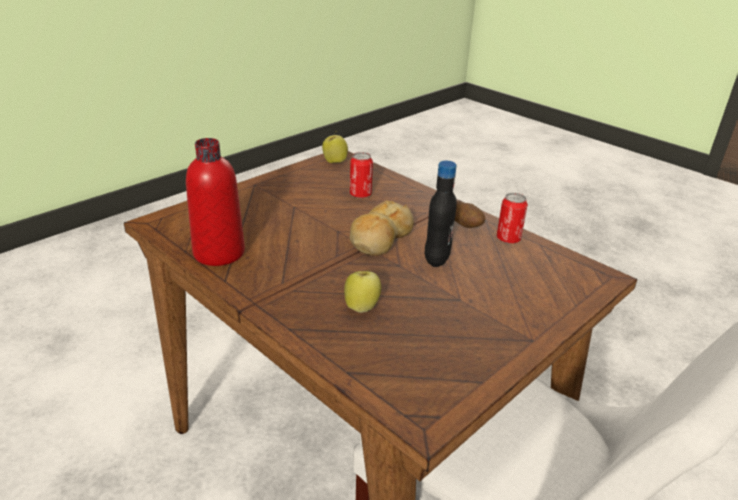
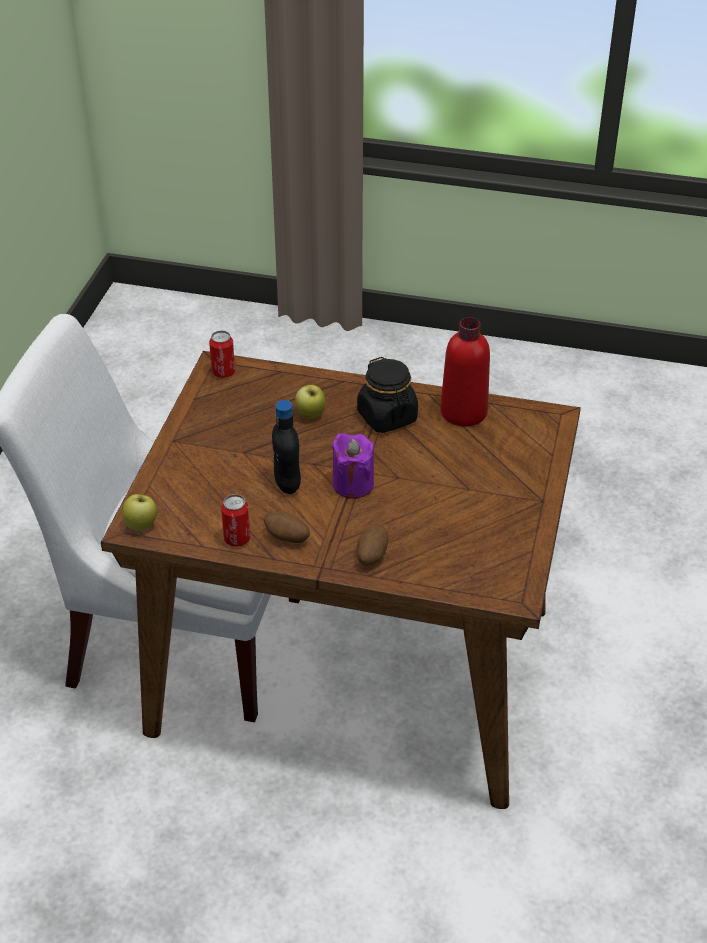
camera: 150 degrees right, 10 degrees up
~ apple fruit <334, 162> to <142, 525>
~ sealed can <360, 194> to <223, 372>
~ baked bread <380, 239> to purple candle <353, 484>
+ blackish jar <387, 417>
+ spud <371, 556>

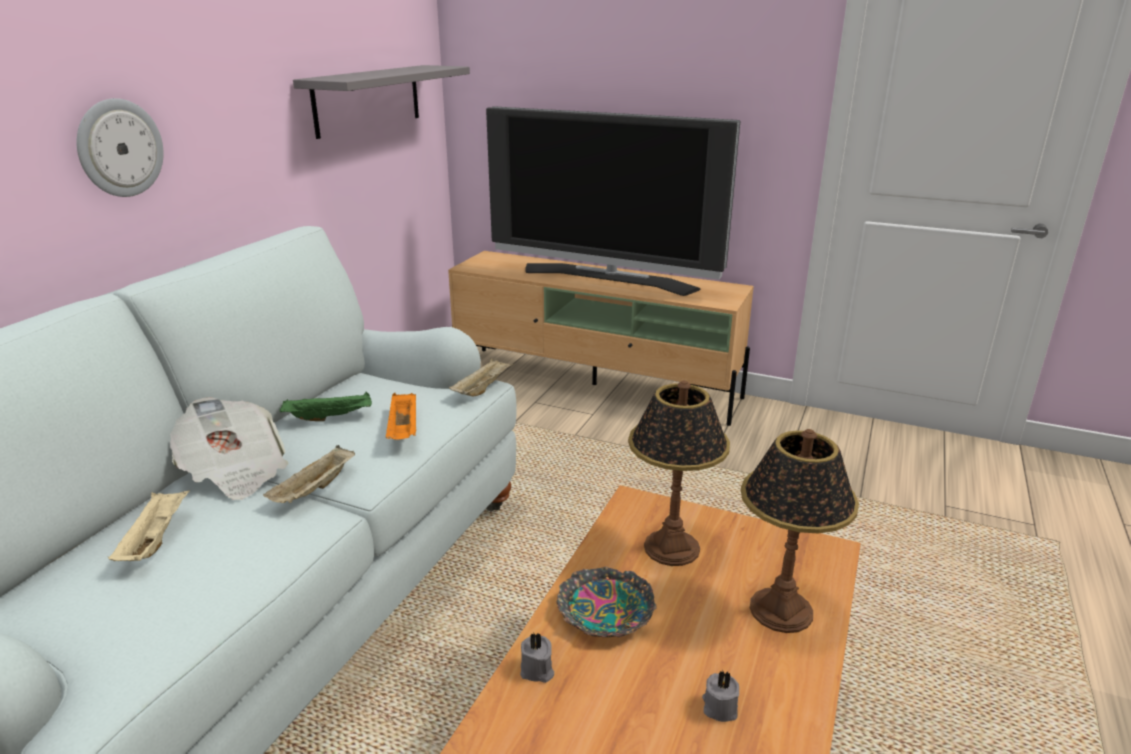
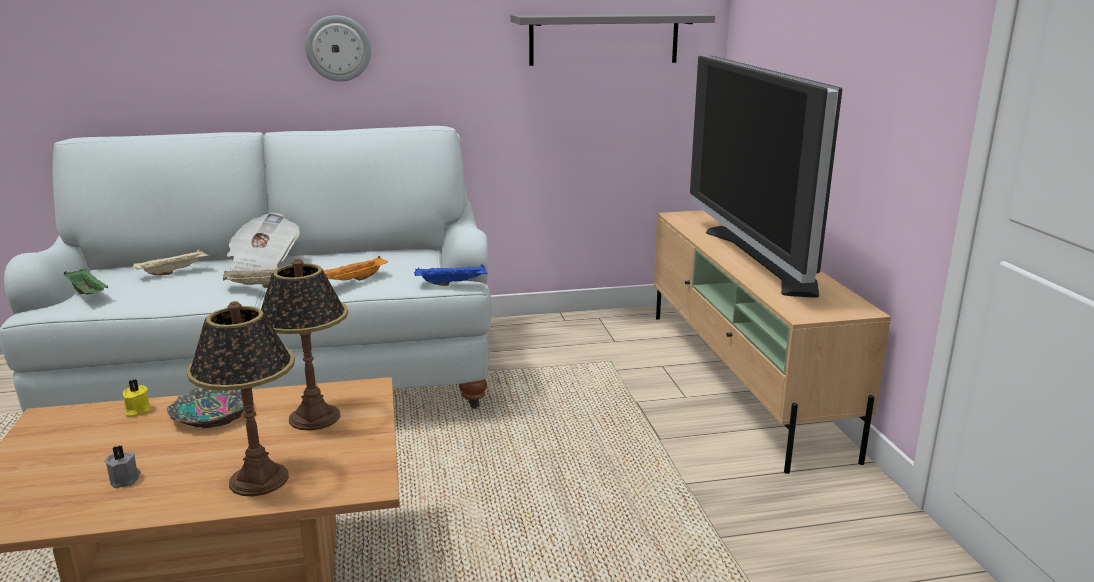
camera: 55 degrees right, 5 degrees down
~ greenish tray <330, 417> to <88, 294>
~ beige tray <482, 388> to blue tray <452, 283>
~ gray candle <537, 671> to yellow candle <137, 410>

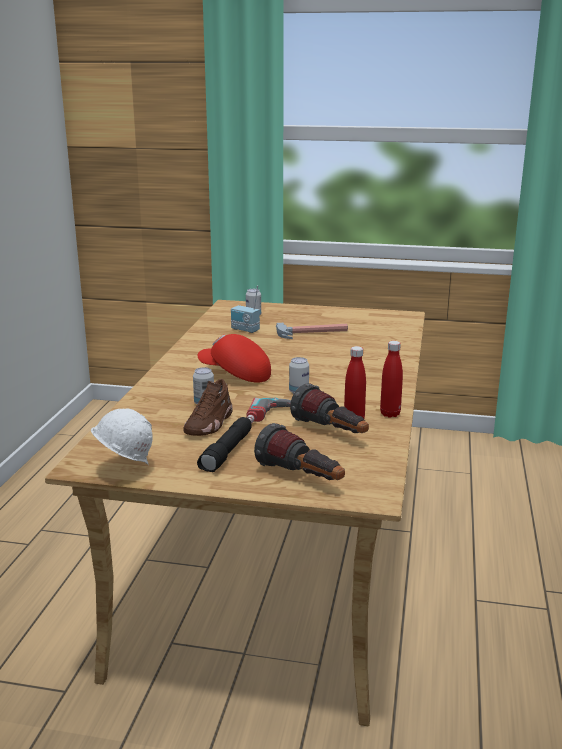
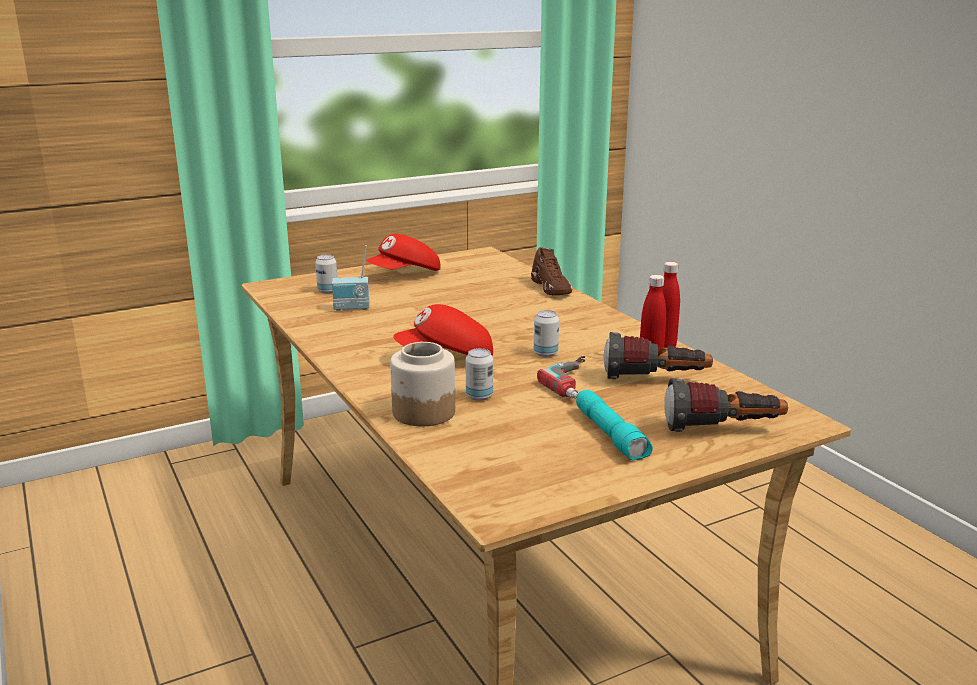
camera: 40 degrees left, 0 degrees up
- white work helmet <124, 469>
~ brown low shoe <209, 424> to <551, 287>
~ blackish hand torch <227, 453> to turquoise hand torch <611, 435>
- tool hammer <312, 333>
+ red-coloured peaked cap <405, 275>
+ jar <423, 412>

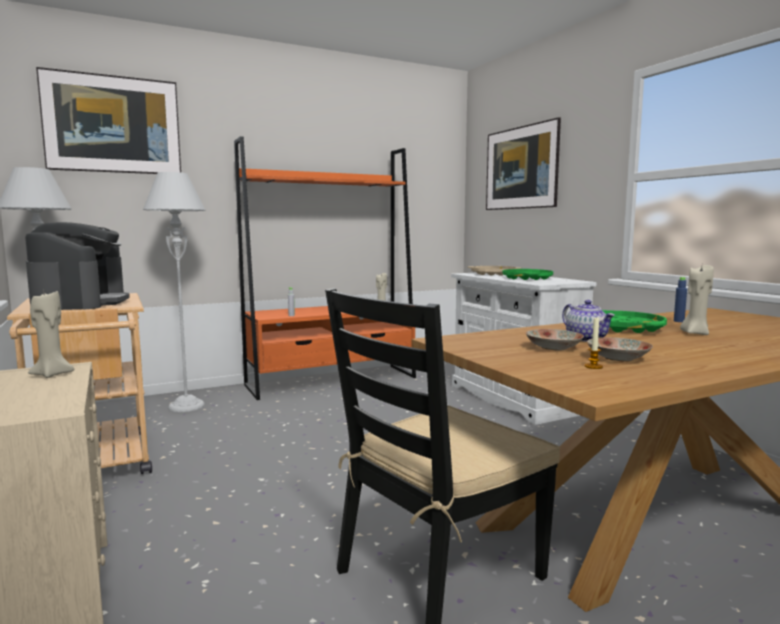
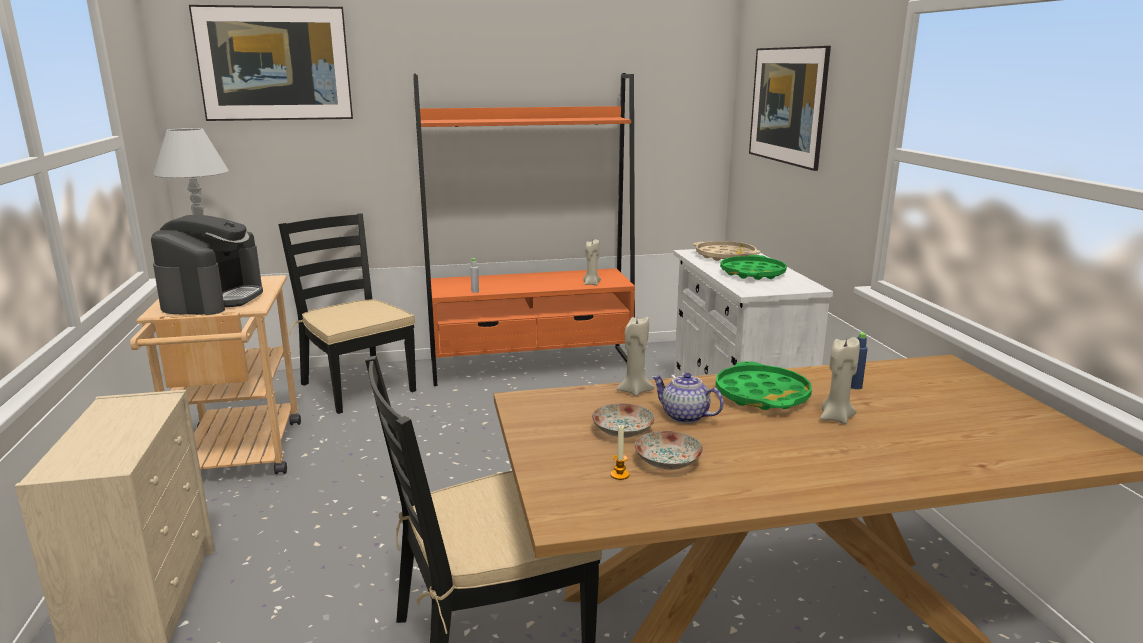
camera: 15 degrees right, 10 degrees up
~ beige candle <52, 374> to <634, 391>
~ gray floor lamp <186, 406> to blackish chair <357, 387>
~ pot for tea <586, 339> = <684, 416> 135 degrees clockwise

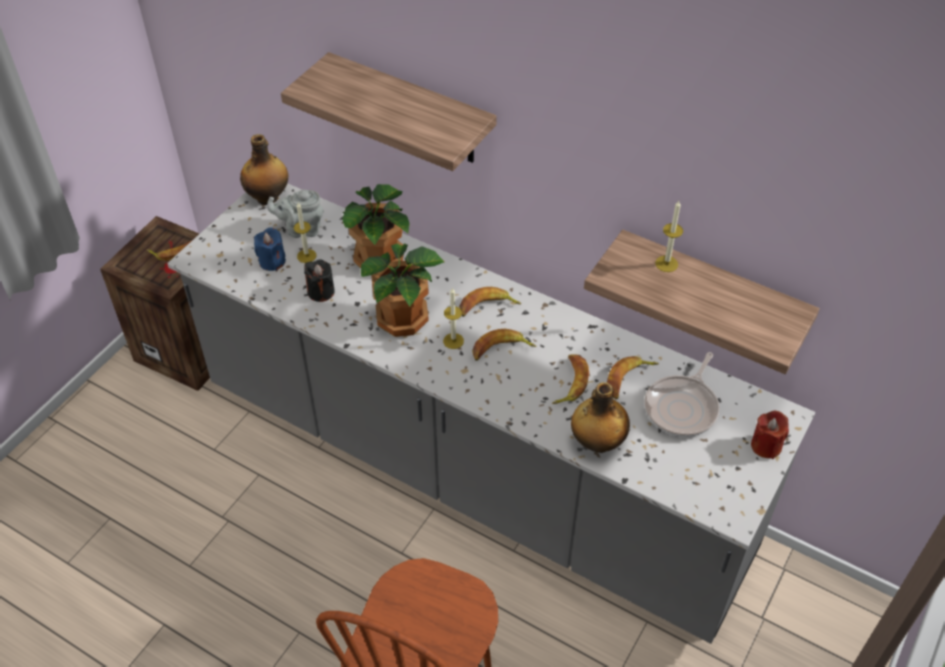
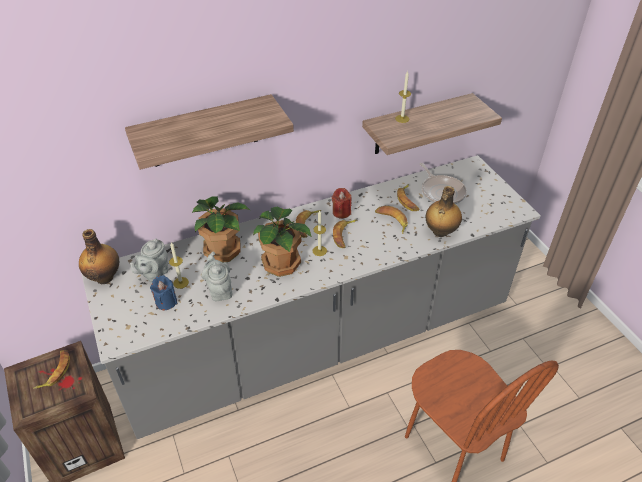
camera: 55 degrees left, 5 degrees down
~ blackish candle <321, 292> to gray pot for tea <219, 290>
~ red-coloured candle <766, 446> to <341, 212>

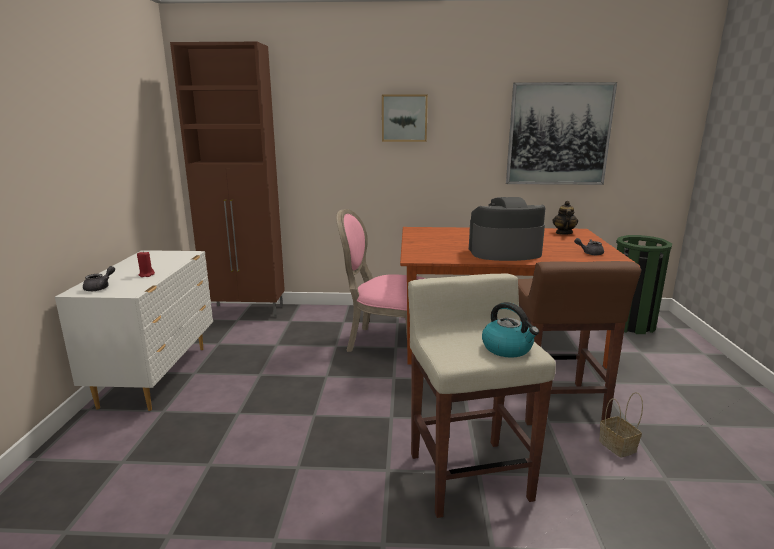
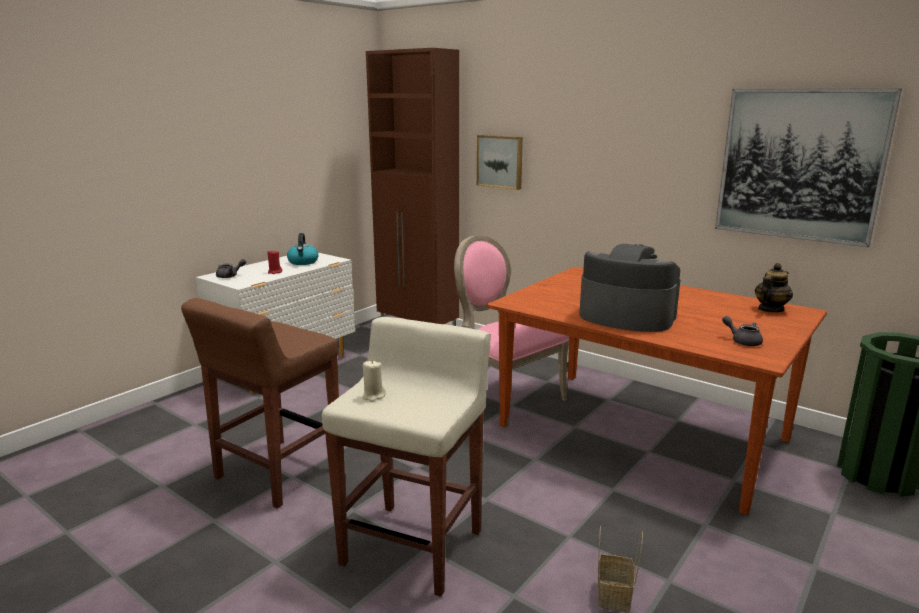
camera: 35 degrees right, 0 degrees up
~ wall picture <404, 118> to <500, 161>
~ tea kettle <508, 348> to <303, 262>
~ brown stool seat <555, 404> to <276, 473>
+ beige candle <373, 396>

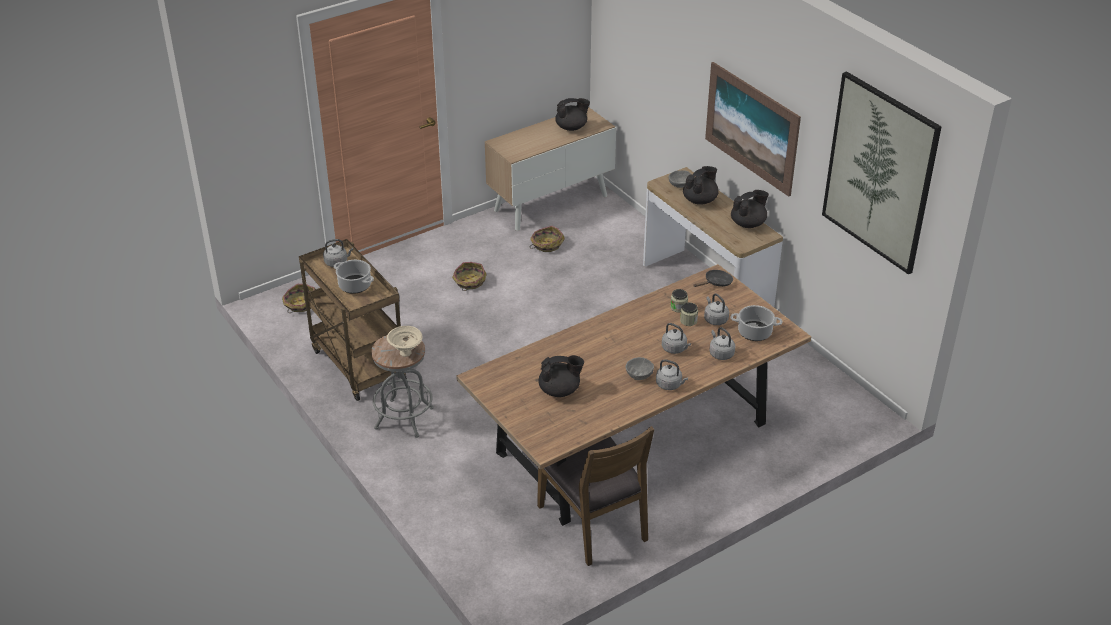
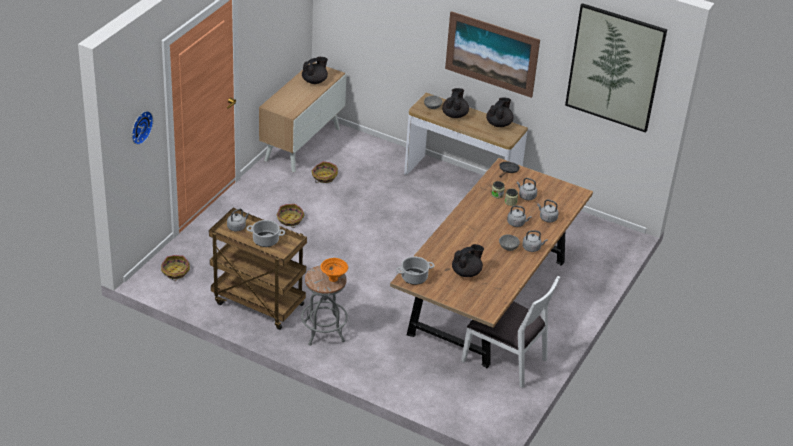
camera: 30 degrees left, 0 degrees up
~ beige deep dish <406, 353> to orange-coloured deep dish <334, 279>
~ brown chair <594, 522> to white chair <505, 359>
~ stockpot <754, 332> to <414, 278>
+ clock on the wall <140, 126>

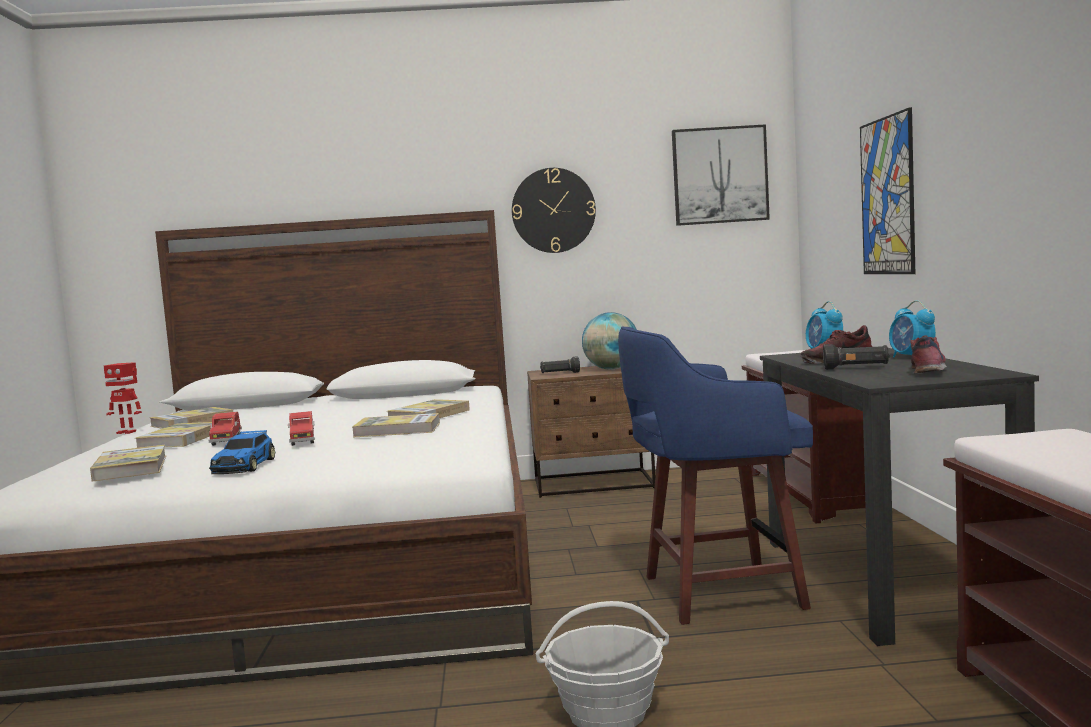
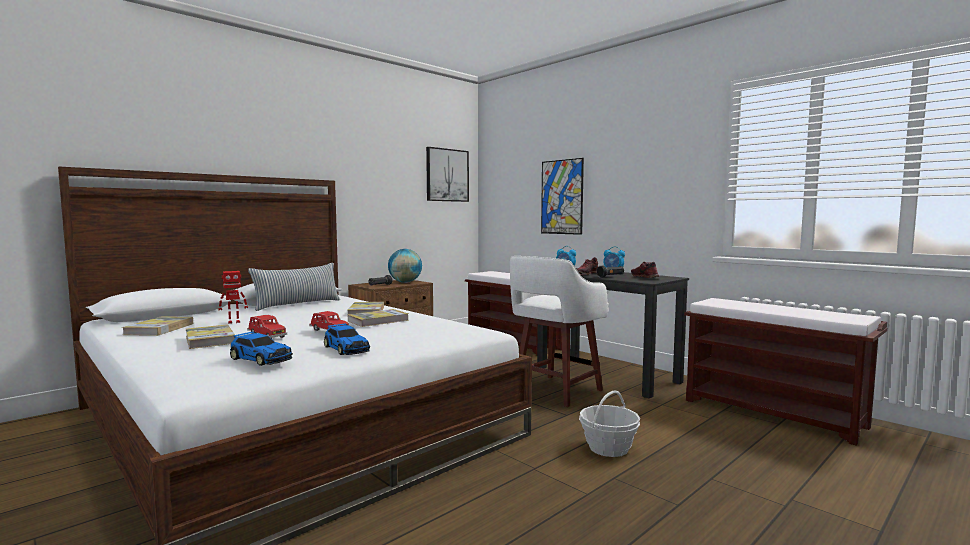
camera: 40 degrees left, 0 degrees up
~ book <131, 468> to model car <260, 359>
~ toy robot <127, 432> to <234, 322>
- clock on the wall <553, 210>
~ blue stool seat <716, 593> to white stool seat <555, 391>
+ cushion <297, 304>

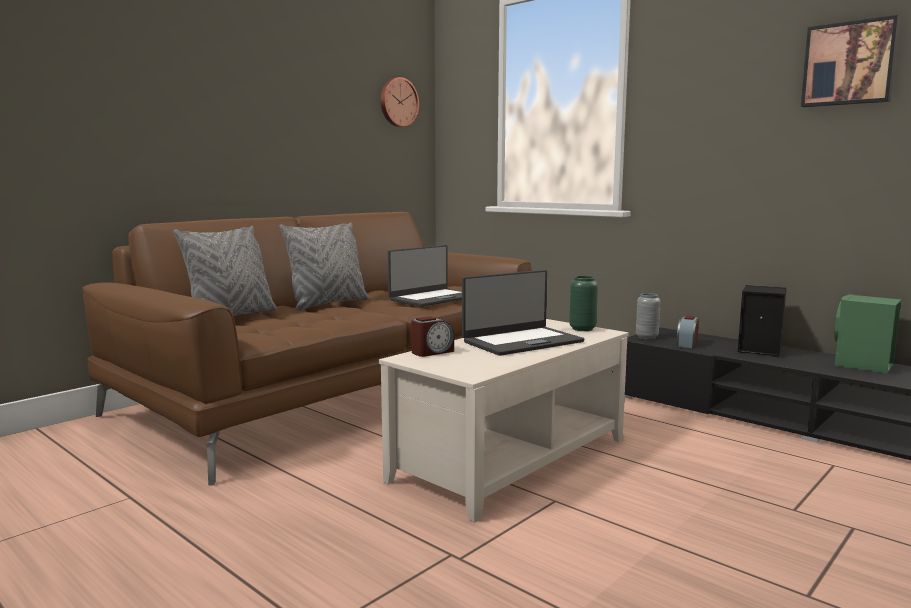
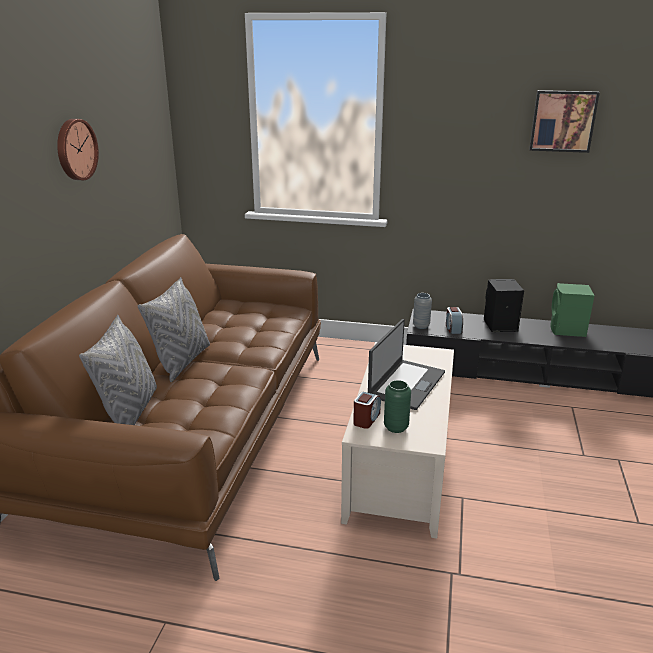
camera: 30 degrees left, 15 degrees up
~ clock on the wall <398, 102> to <75, 149>
- laptop <433, 298>
~ greenish vase <582, 329> to <396, 427>

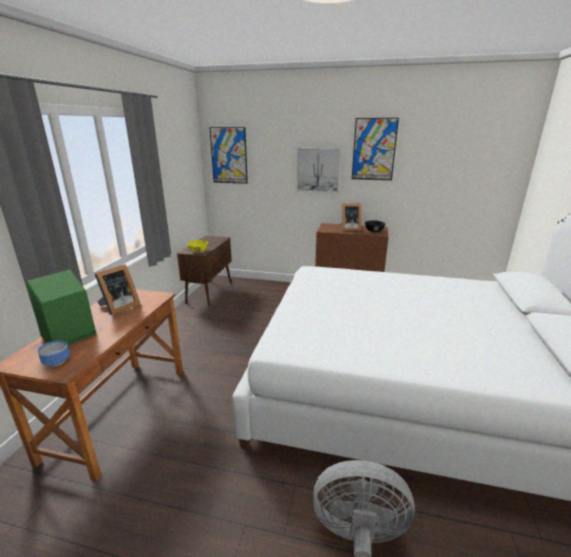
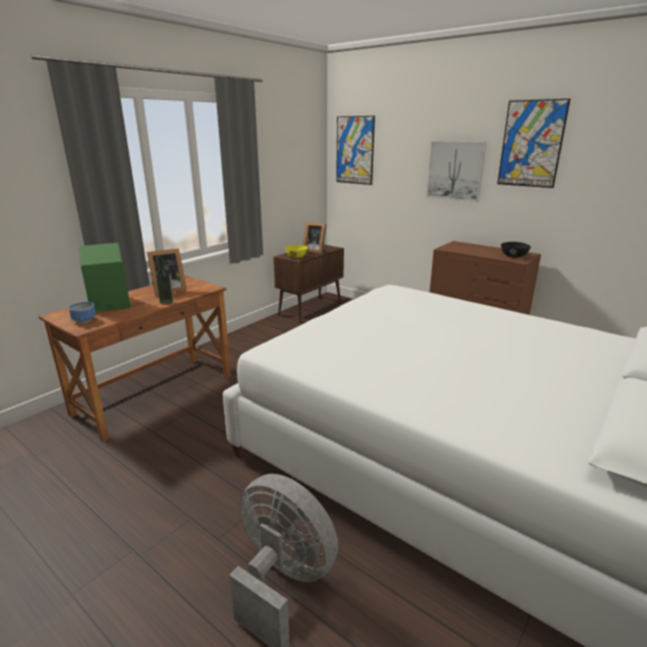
camera: 25 degrees right, 0 degrees up
~ photo frame <349, 229> to <314, 251>
+ drink bottle <166, 302>

